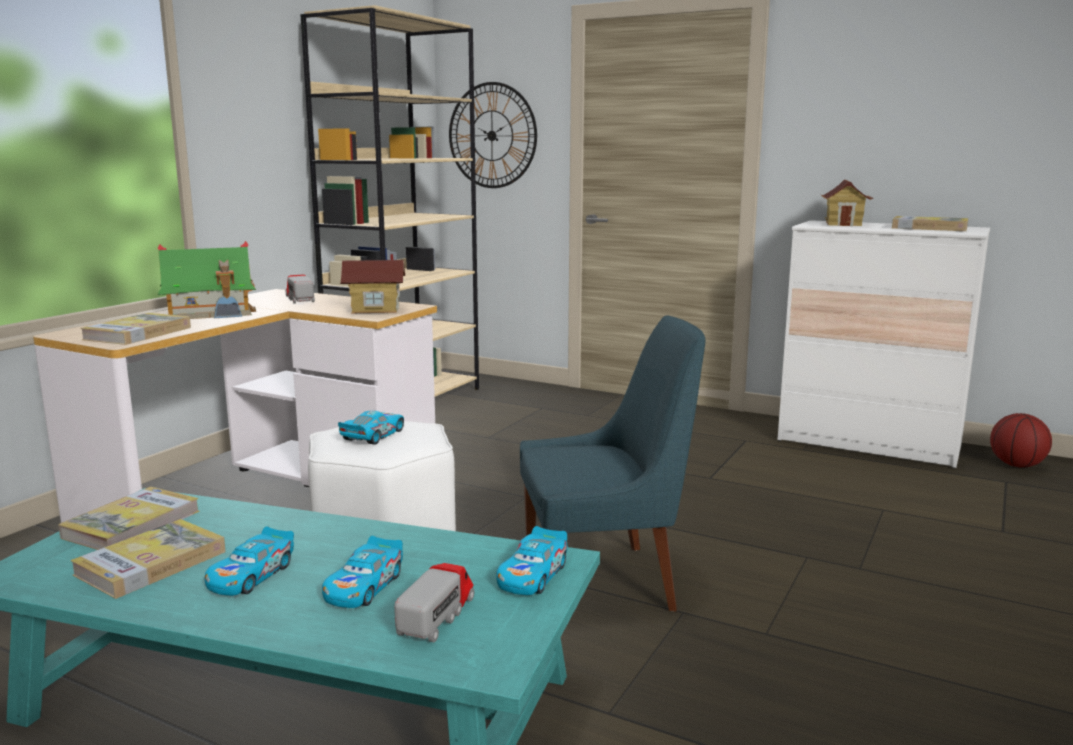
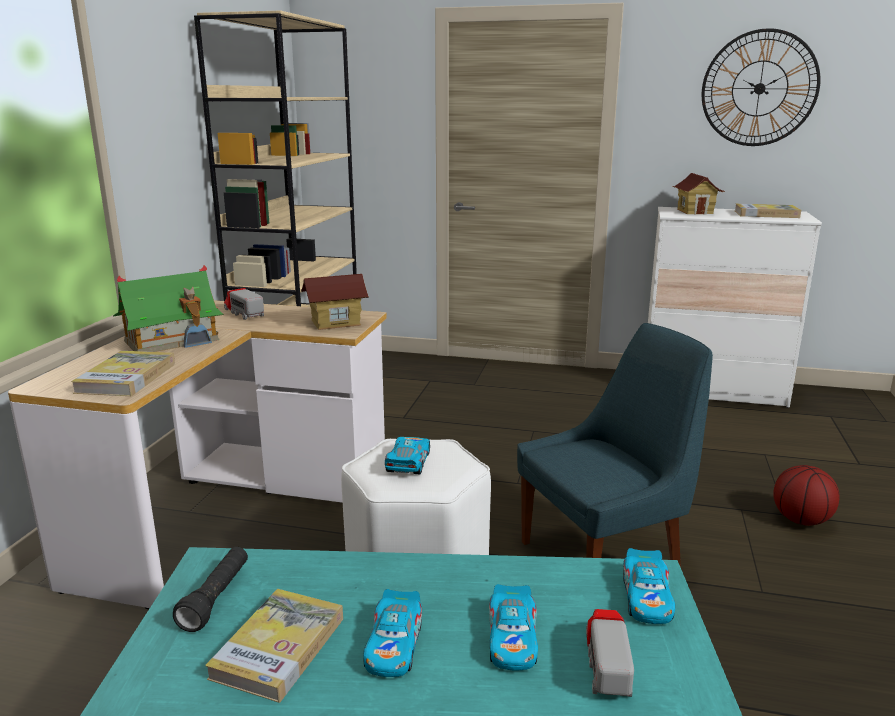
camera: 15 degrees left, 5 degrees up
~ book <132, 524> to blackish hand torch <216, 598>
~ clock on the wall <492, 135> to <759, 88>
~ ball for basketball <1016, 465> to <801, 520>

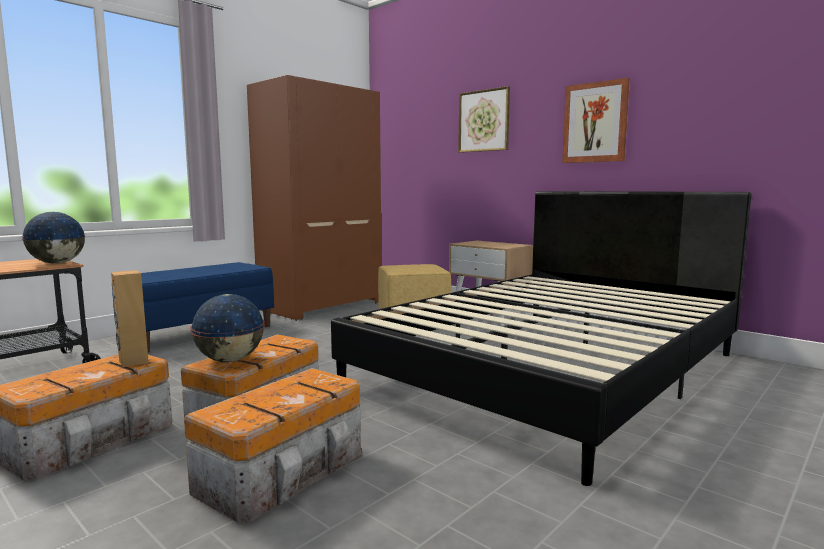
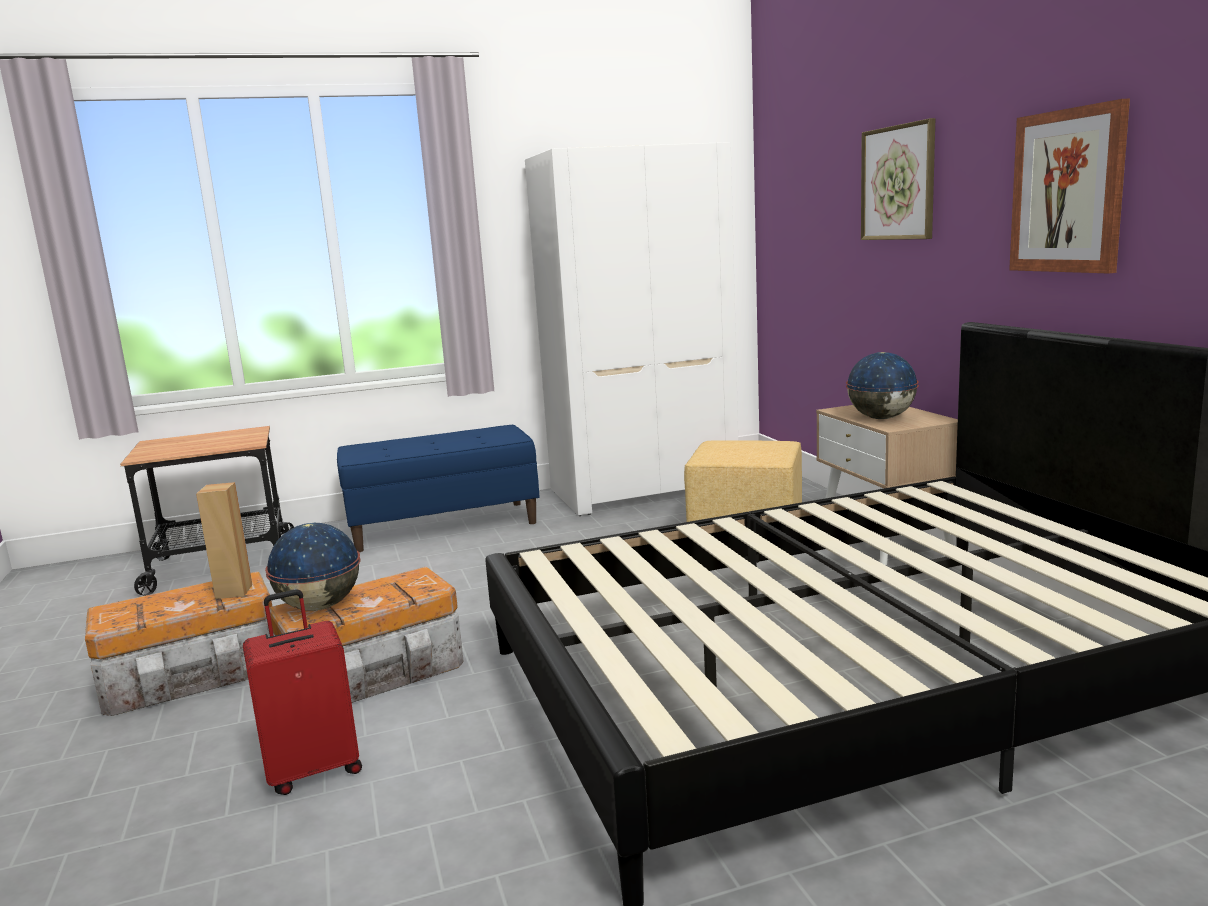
camera: 30 degrees right, 5 degrees up
~ world globe <56, 263> to <881, 418>
~ storage bin <286, 471> to red-coloured suitcase <314, 770>
~ brown wardrobe <321, 305> to white wardrobe <644, 489>

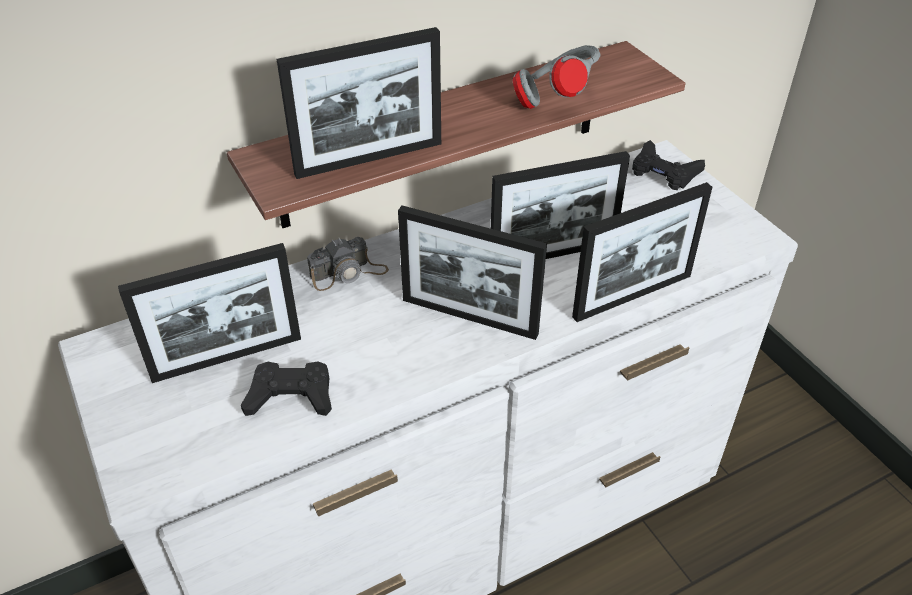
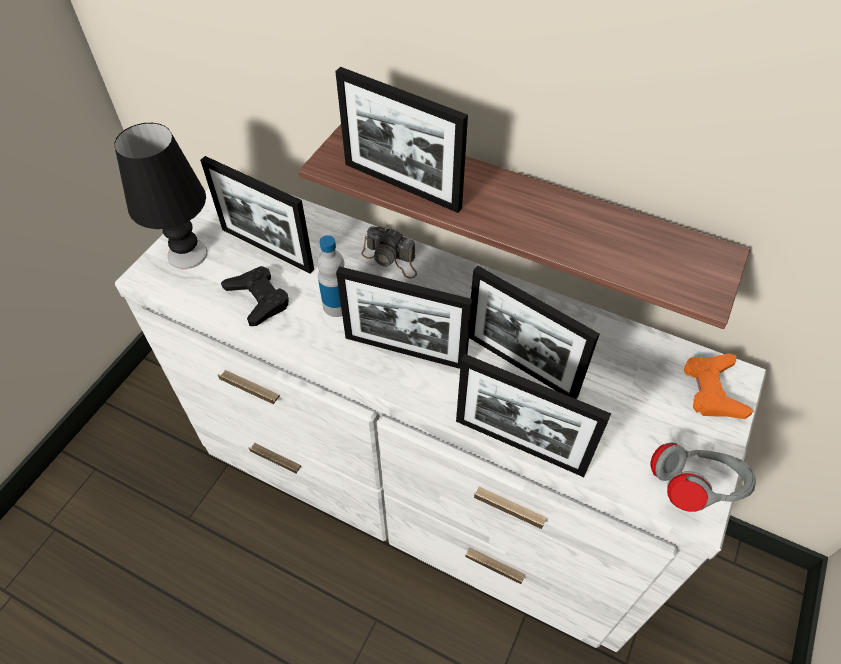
camera: 55 degrees right, 10 degrees up
~ photo frame <469, 317> = <405, 351> 60 degrees counterclockwise
~ gray headphones <556, 100> to <694, 488>
~ blackish joypad <664, 172> to orange-coloured joypad <712, 390>
+ blackish lamp for a table <187, 254>
+ drink bottle <337, 305>

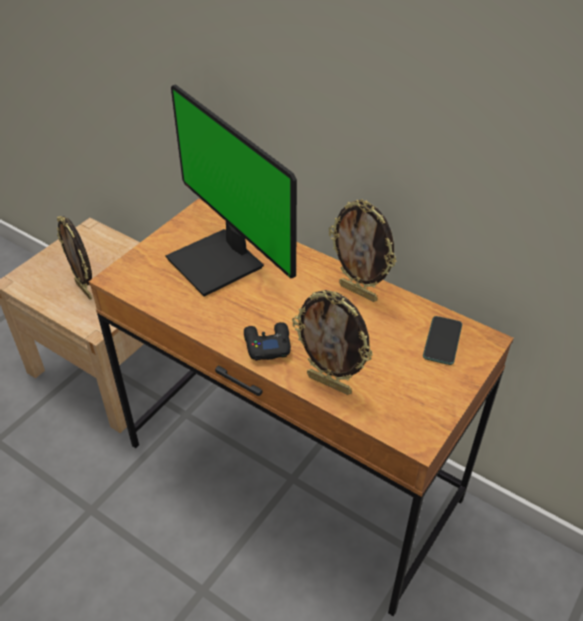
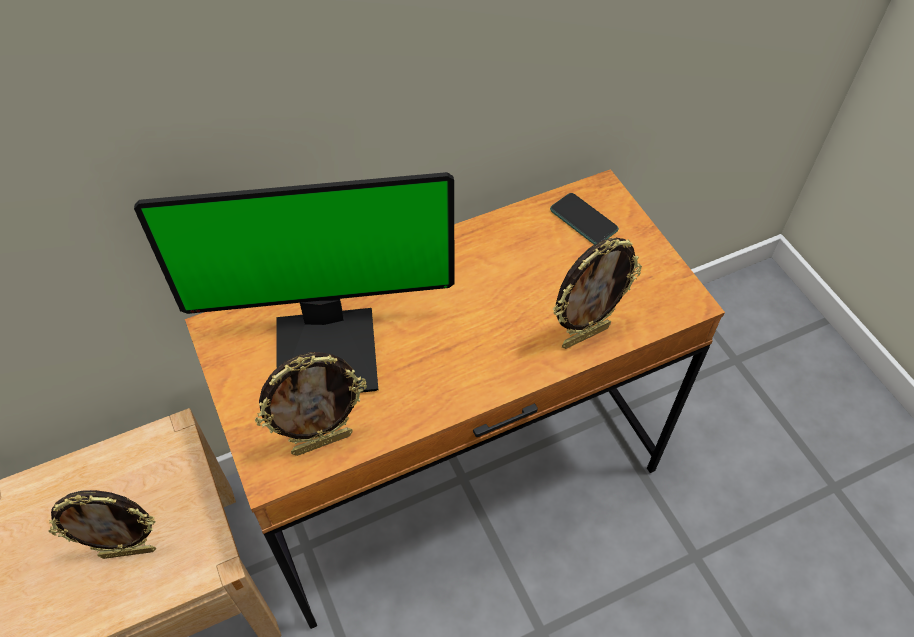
camera: 60 degrees left, 10 degrees up
- blackish joypad <267, 344>
~ photo frame <359, 292> to <322, 442>

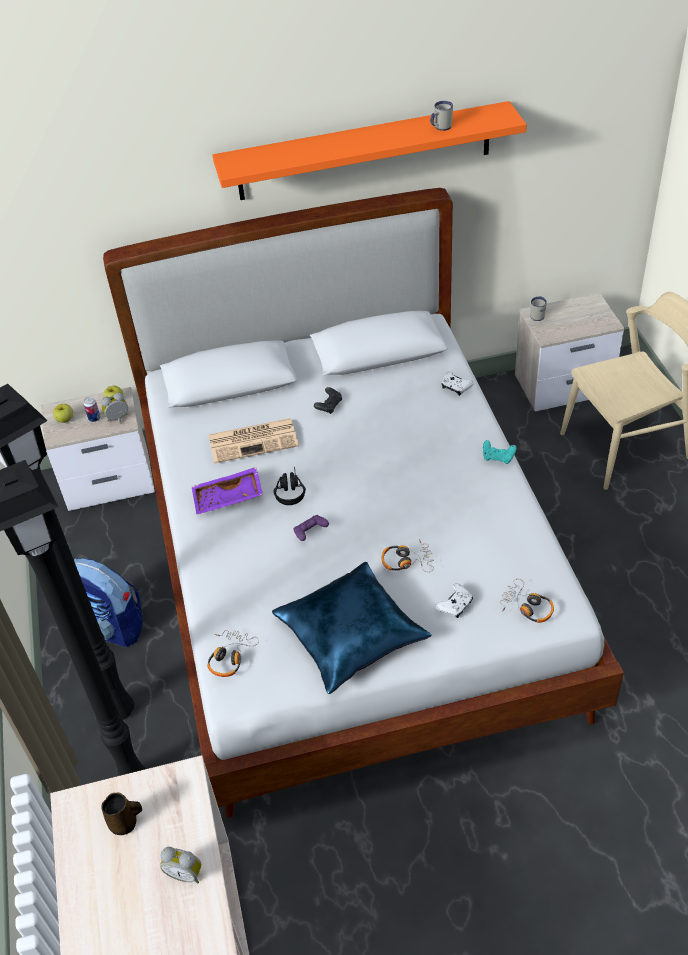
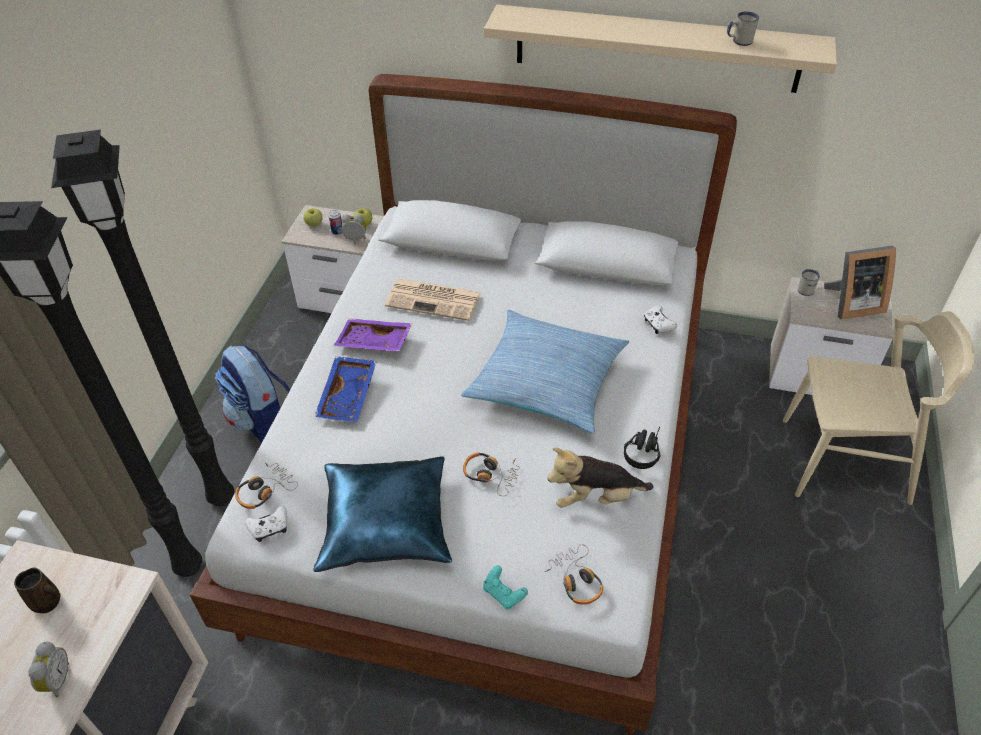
camera: 25 degrees right, 0 degrees up
~ alarm clock <185, 873> = <56, 680> 135 degrees counterclockwise
~ orange-coloured wall shelf <364, 151> to beige wall shelf <656, 48>
~ blackish headphones <289, 490> to <643, 450>
- purple joypad <310, 532>
- blackish joypad <329, 406>
~ white joypad <455, 605> to <269, 528>
~ turquoise joypad <498, 457> to <504, 593>
+ blue tray <349, 396>
+ cushion <546, 380>
+ soft toy <595, 497>
+ photo frame <851, 304>

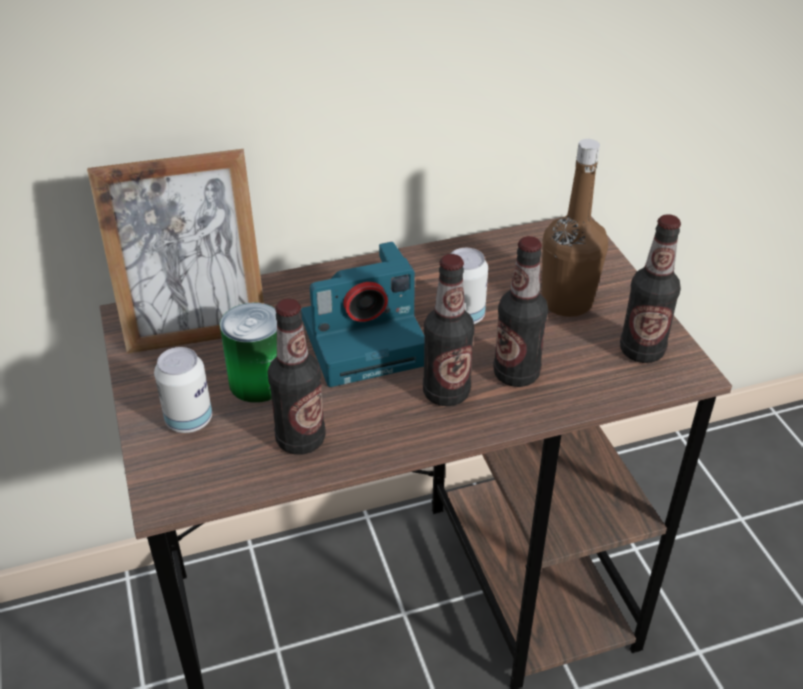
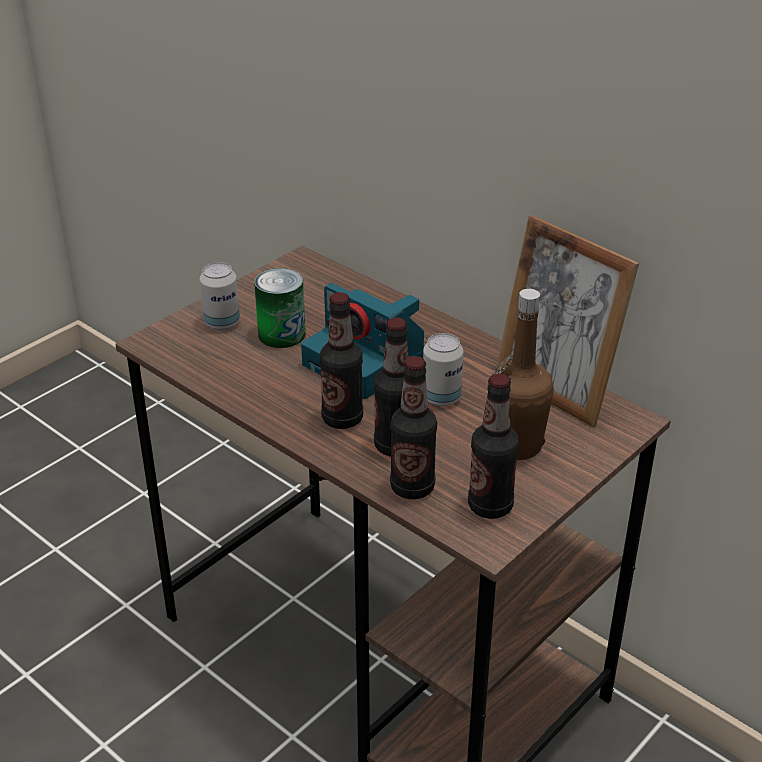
camera: 60 degrees right, 5 degrees down
~ photo frame <196, 329> to <554, 391>
~ drink bottle <300, 439> to <412, 487>

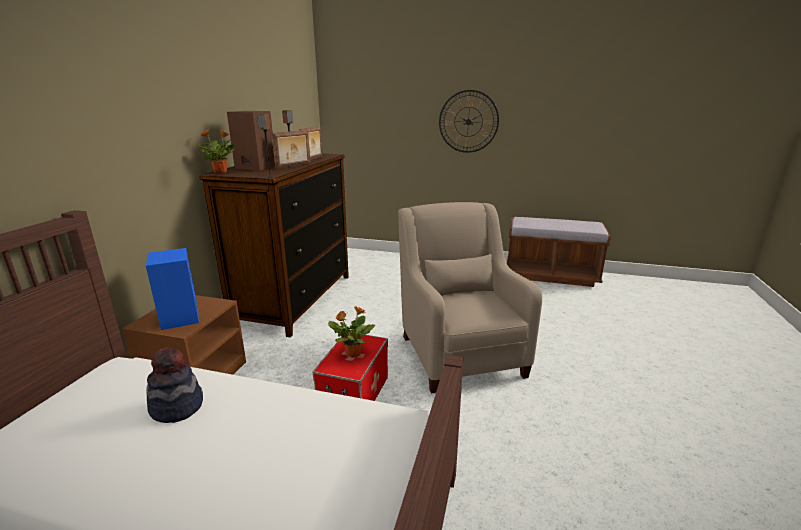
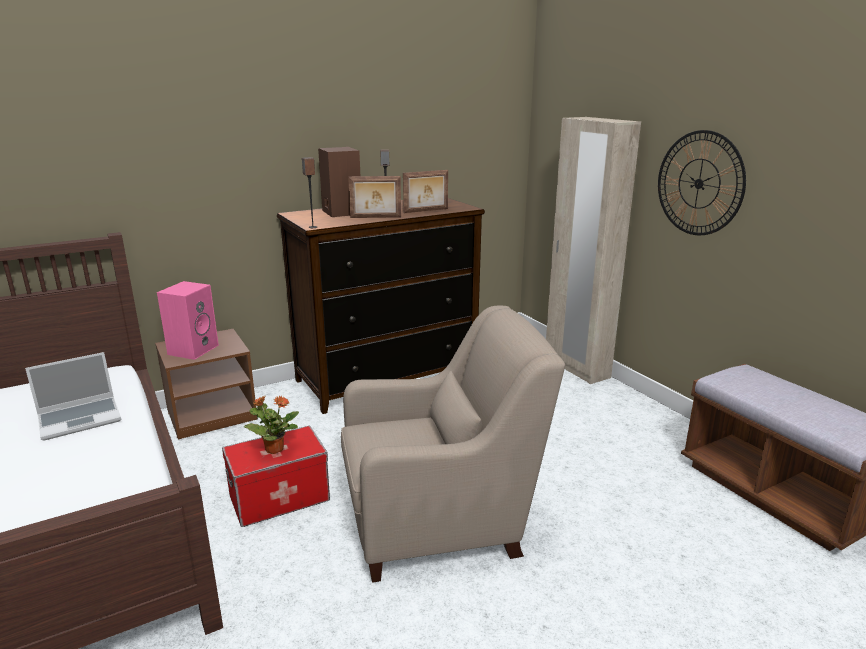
camera: 45 degrees right, 0 degrees up
~ blue loudspeaker <179, 317> to pink loudspeaker <193, 349>
~ wearable hat <177, 407> to laptop <81, 418>
- houseplant <221, 172>
~ beige armchair <459, 352> = <440, 520> 45 degrees clockwise
+ beige wardrobe <576, 368>

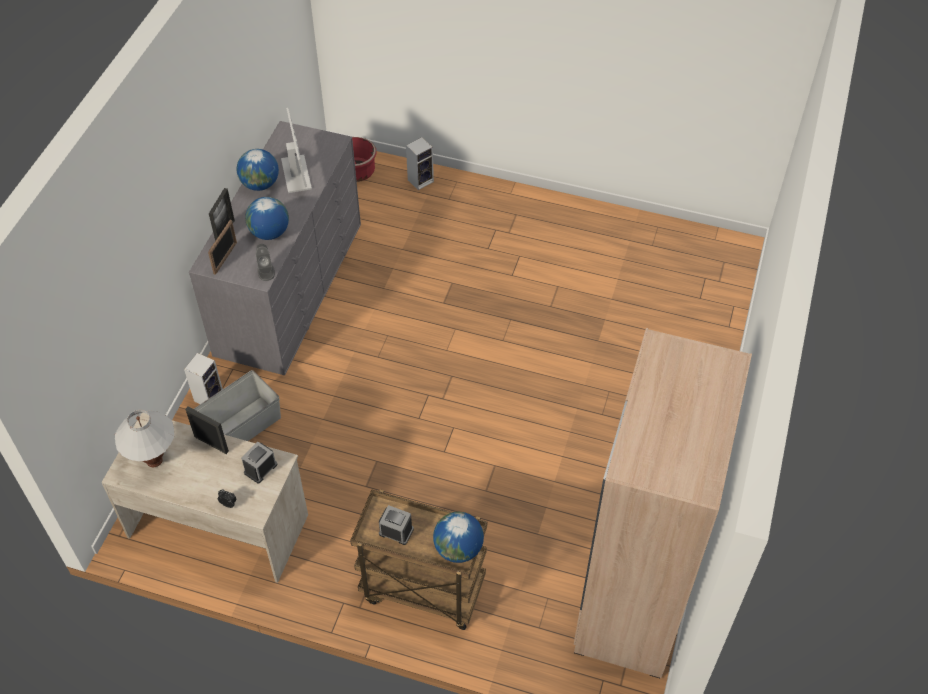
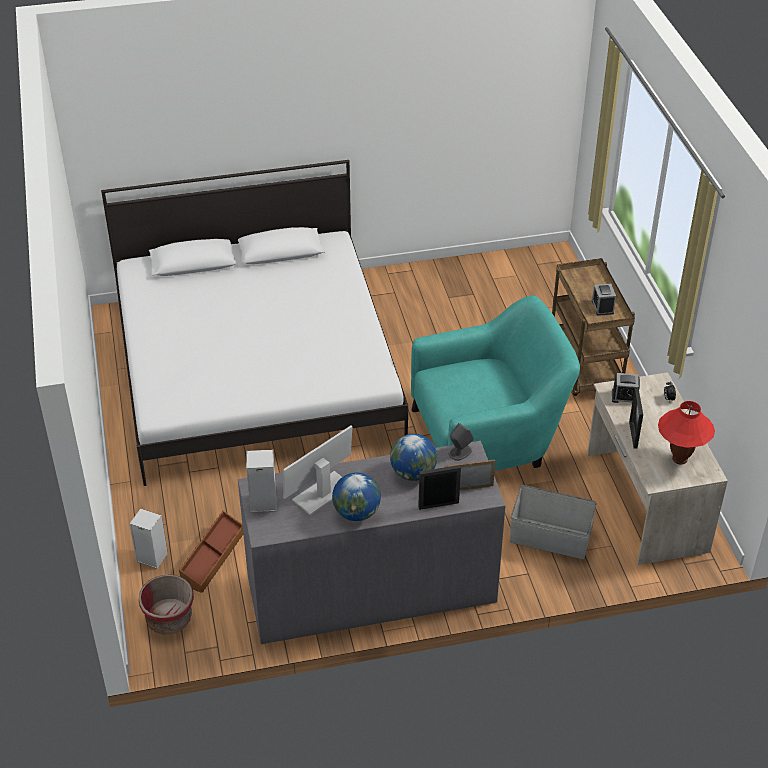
camera: 120 degrees left, 10 degrees down
~ white lamp for a table <154, 461> to red-coloured lamp for a table <679, 459>
~ loudspeaker <209, 396> to <262, 503>
- world globe <458, 549>
- beige wardrobe <633, 596>
+ white bedroom bed <256, 370>
+ brown storage bin <212, 557>
+ turquoise armchair <489, 437>

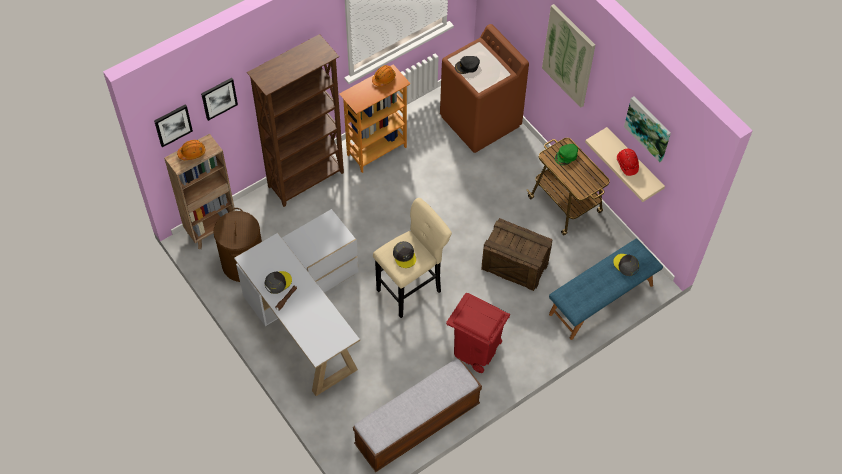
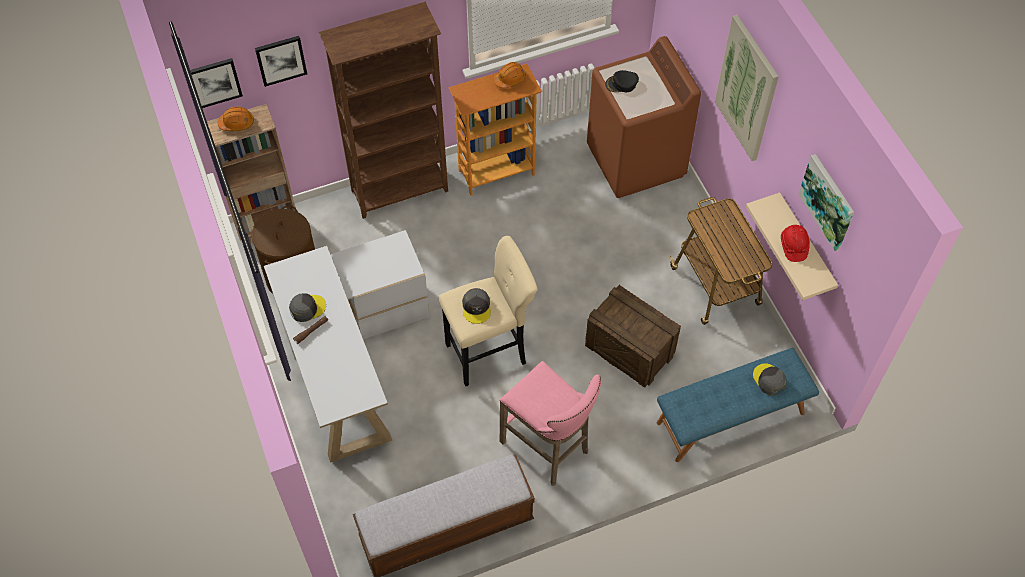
camera: 15 degrees right, 0 degrees up
~ red-coloured waste bin <475, 350> to pink stool seat <548, 449>
- greenish peaked cap <566, 156>

